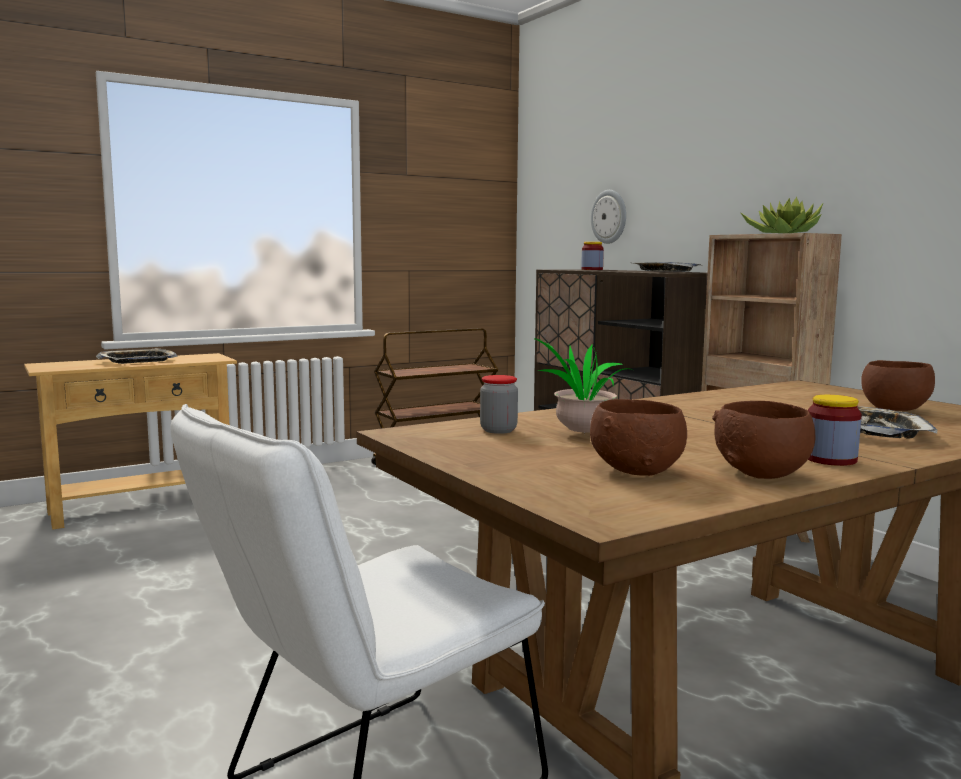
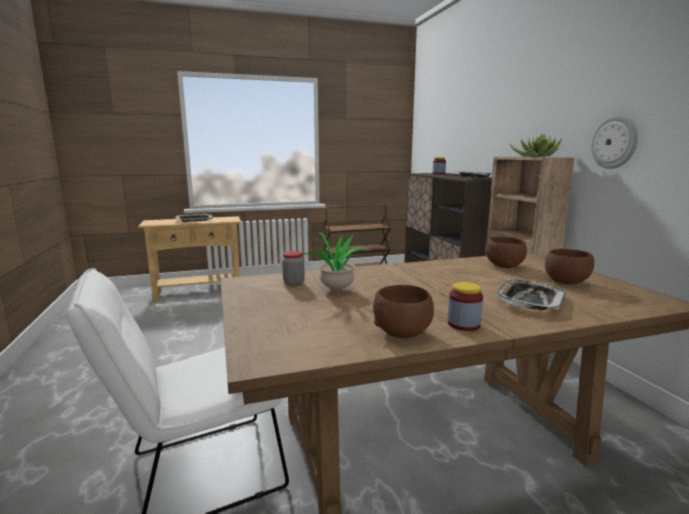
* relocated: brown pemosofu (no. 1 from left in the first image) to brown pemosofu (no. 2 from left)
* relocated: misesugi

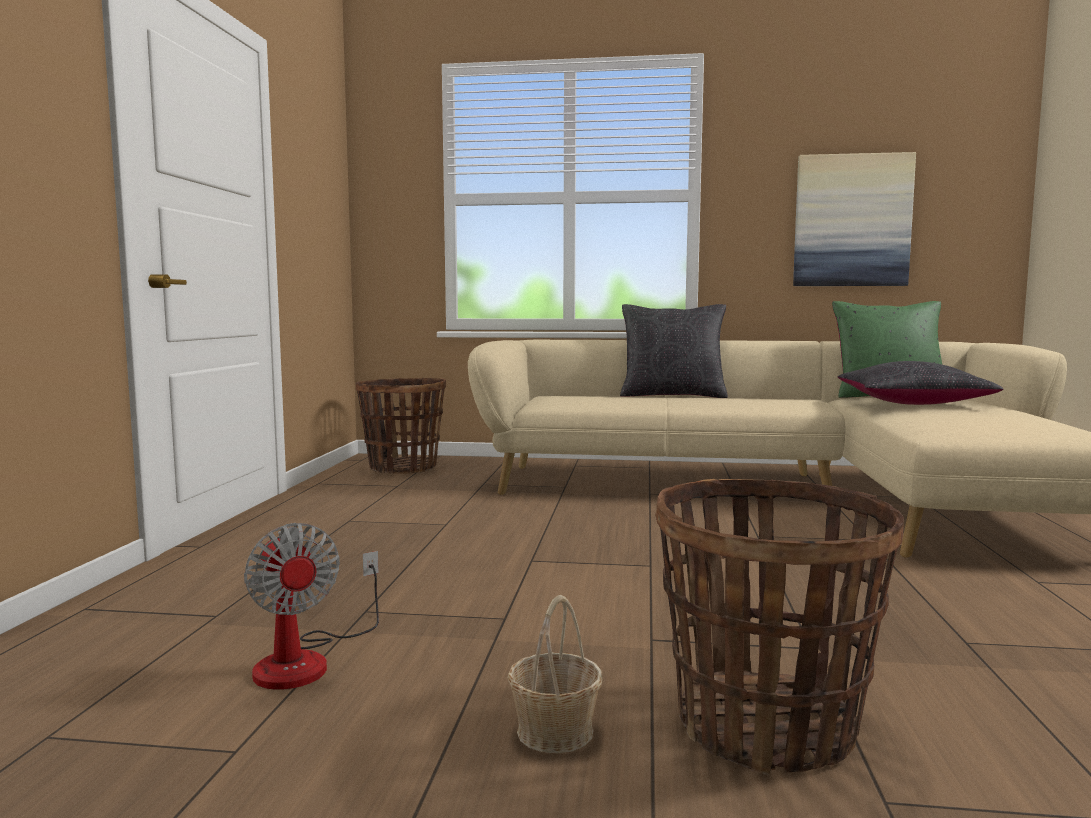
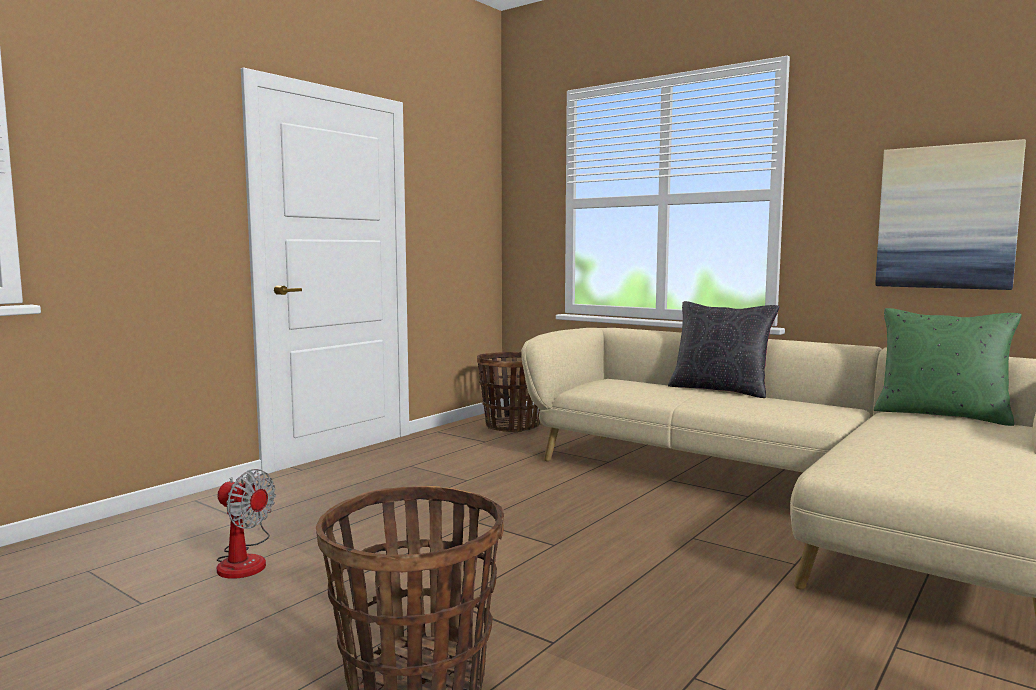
* spun: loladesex 60 degrees counterclockwise
* missing: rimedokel (no. 2 from left)
* missing: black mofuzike (no. 2 from left)

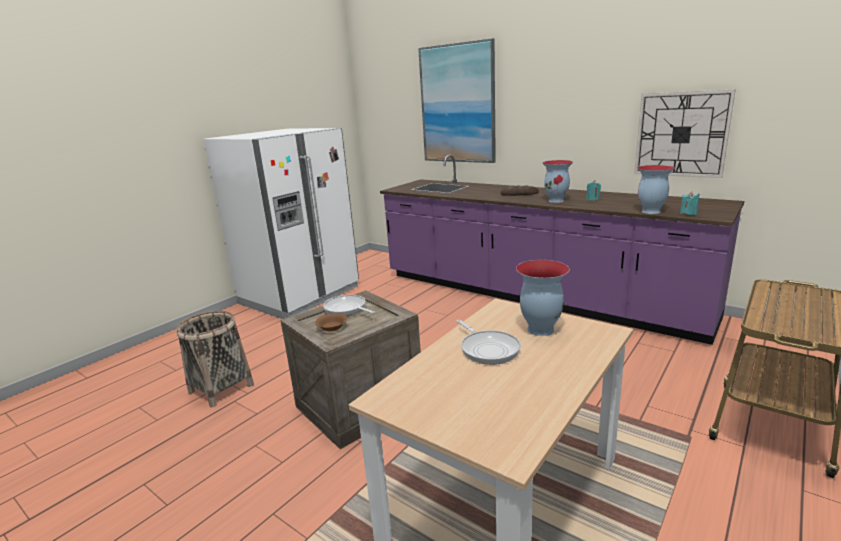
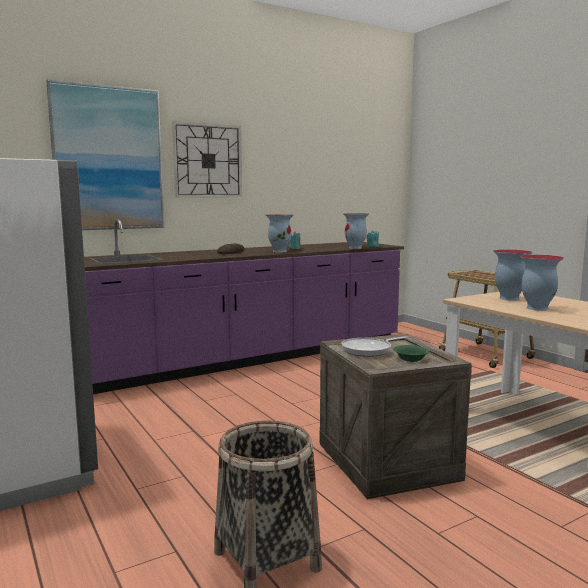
* relocated: misesugi
* colour: brown pemosofu to green pemosofu
* exchanged: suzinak (no. 2 from left) to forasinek (no. 4 from left)

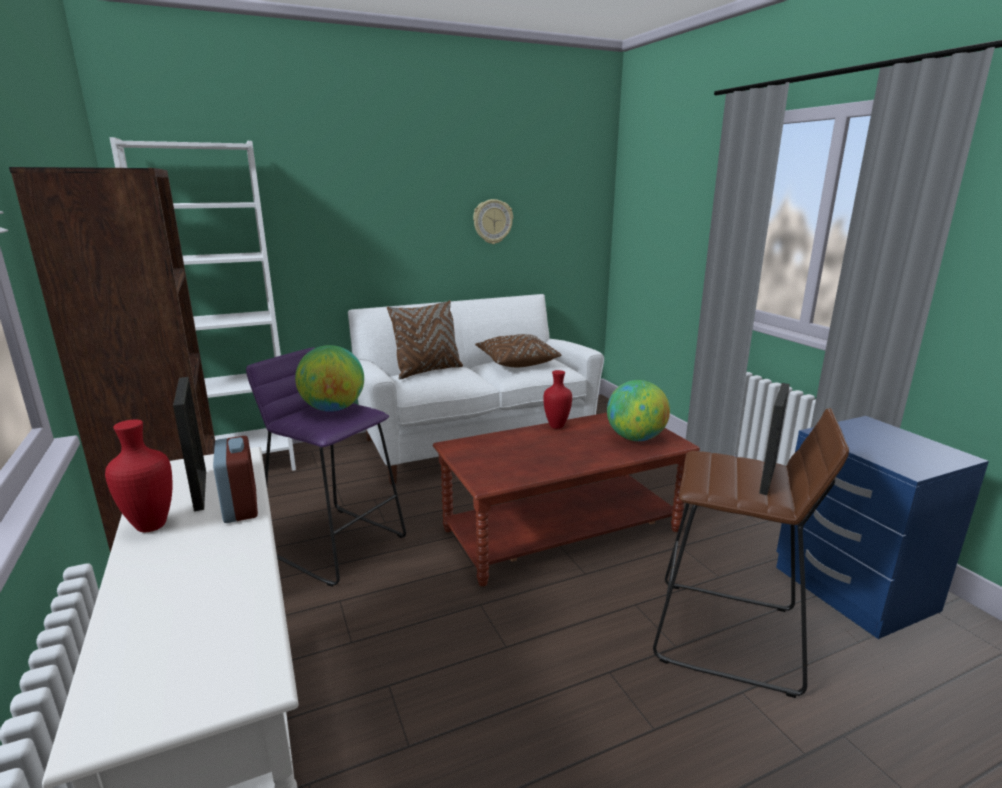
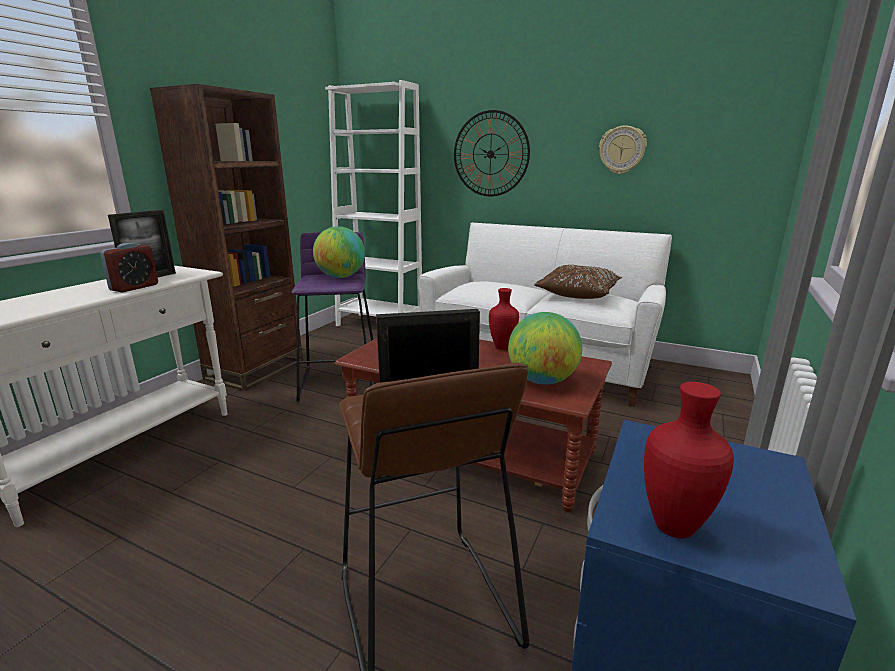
* appeared: misesugi (no. 1 from left)
* relocated: red forasinek (no. 1 from left in the first image) to red forasinek (no. 2 from left)
* missing: brown mofuzike (no. 1 from left)

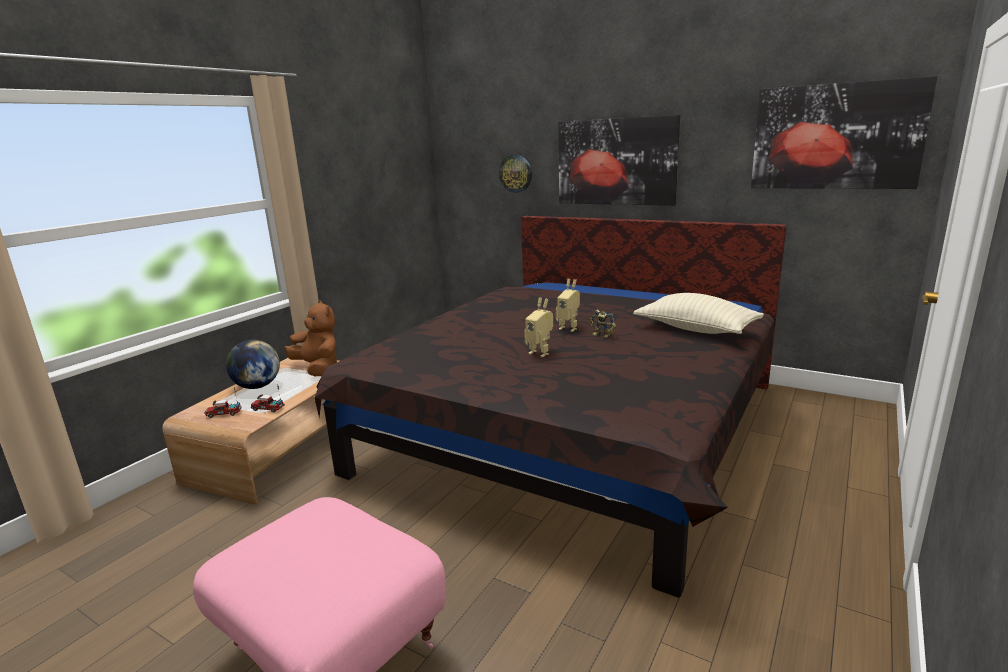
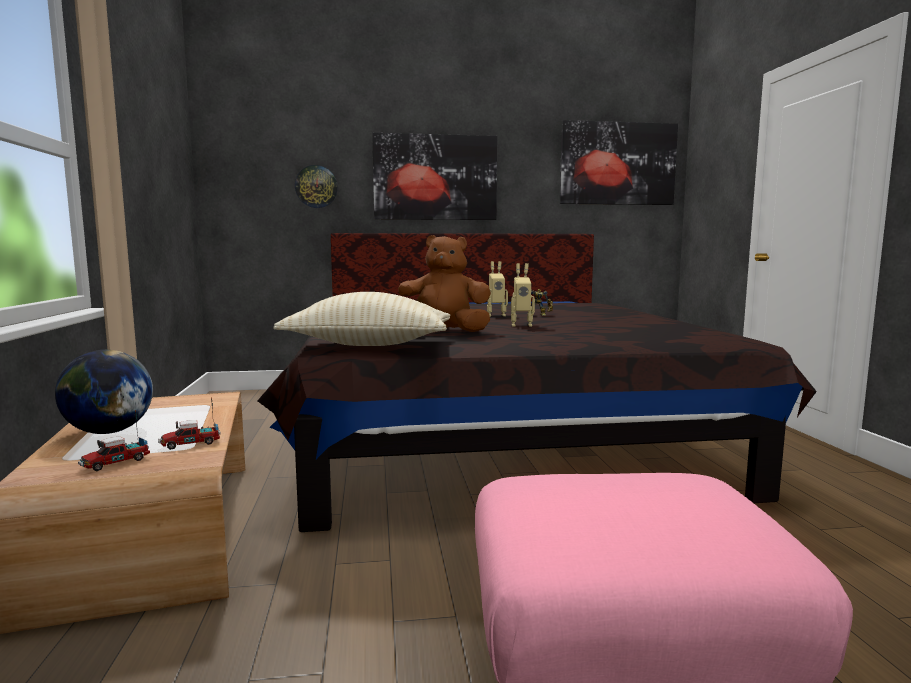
* relocated: beige mofuzike
* relocated: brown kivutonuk

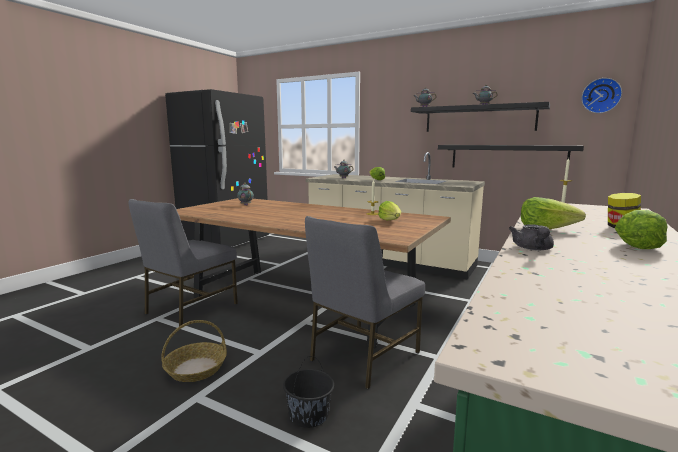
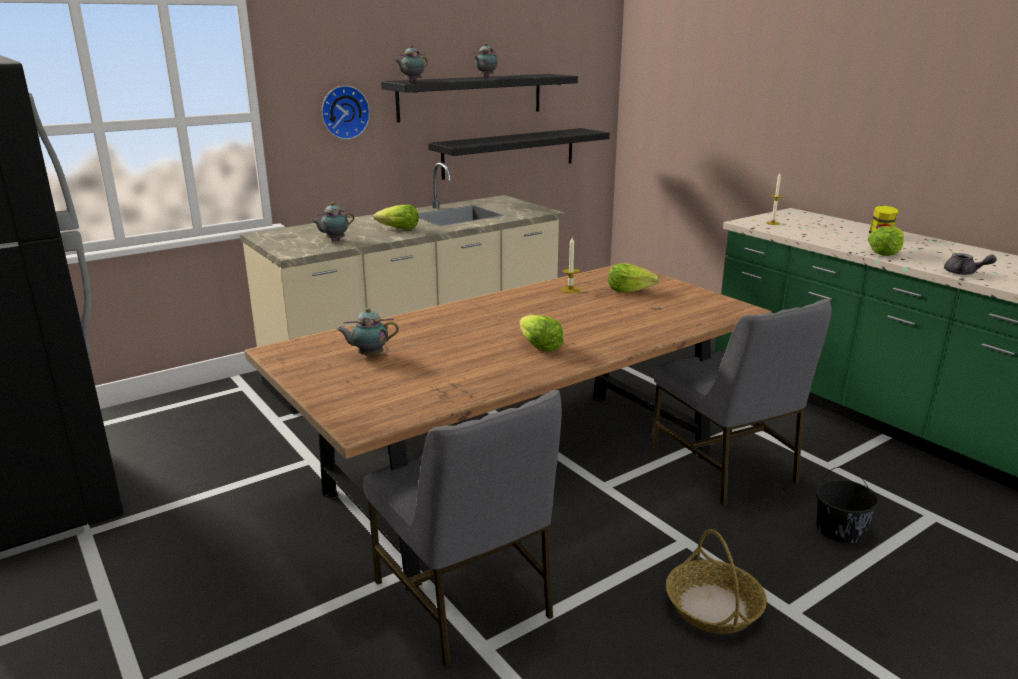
* relocated: misesugi
* relocated: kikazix (no. 4 from left in the first image) to kikazix (no. 2 from left)

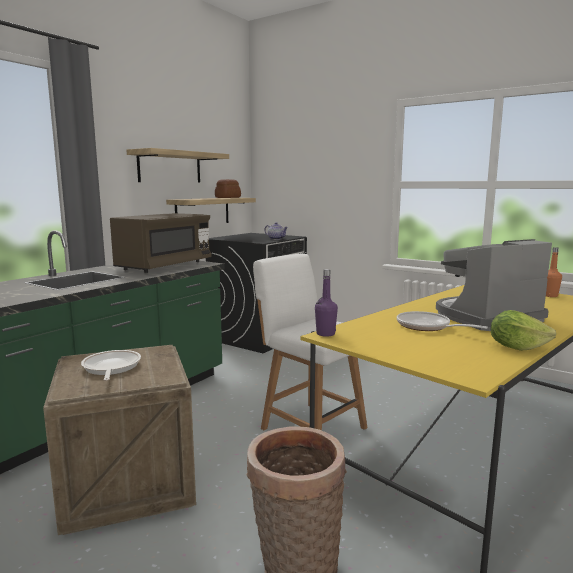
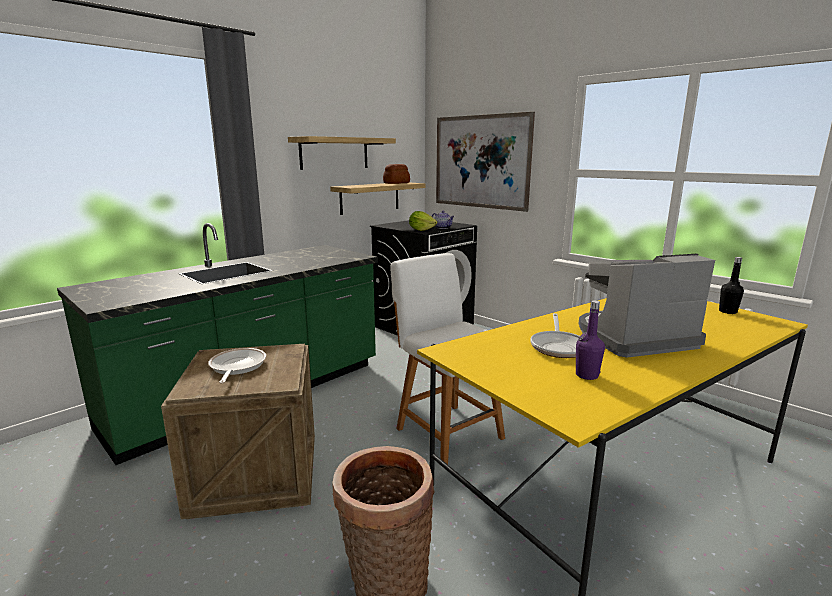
* relocated: kikazix
* appeared: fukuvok
* spun: suzinak (no. 2 from left) 135 degrees counterclockwise
* relocated: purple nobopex
* colour: orange nobopex to black nobopex
* missing: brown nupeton

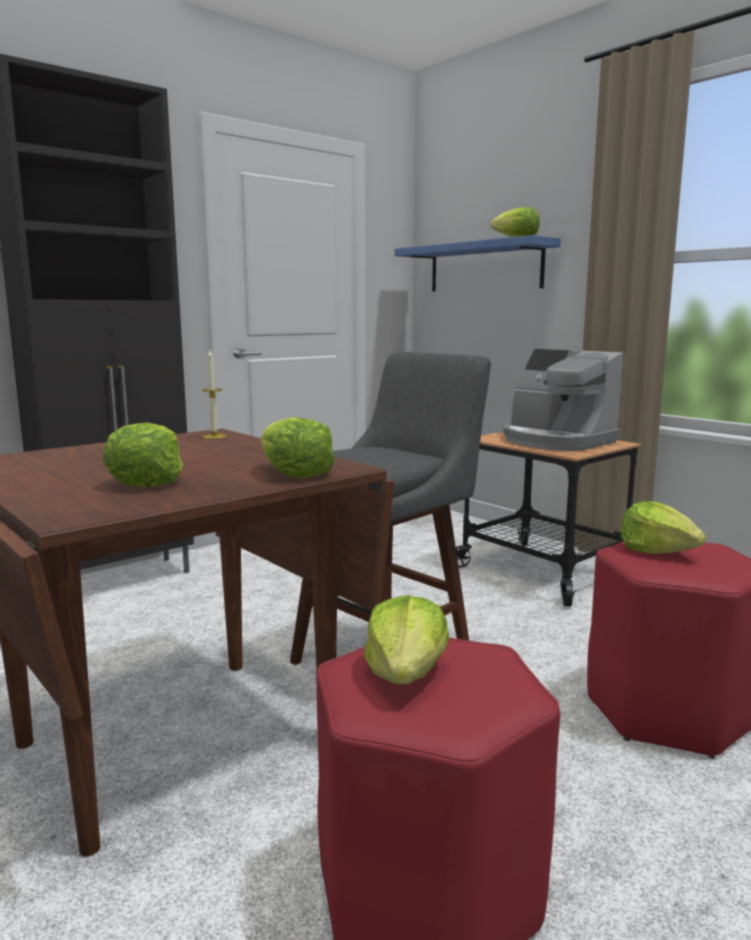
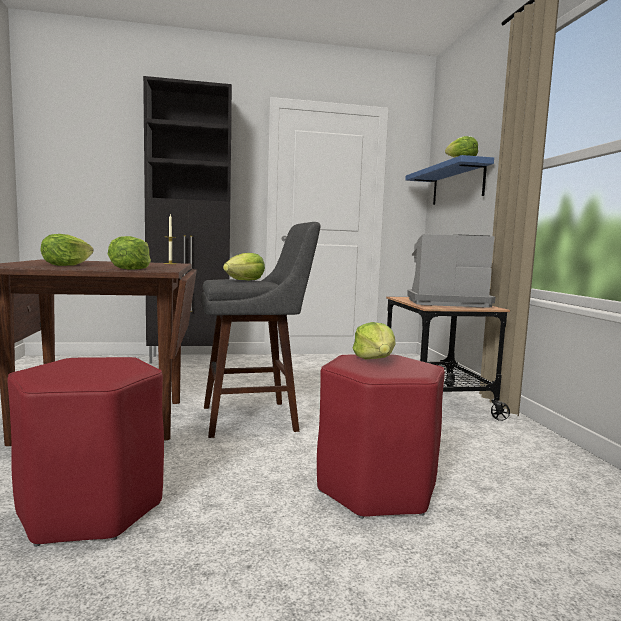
* relocated: kikazix (no. 3 from left)
* spun: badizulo 105 degrees clockwise

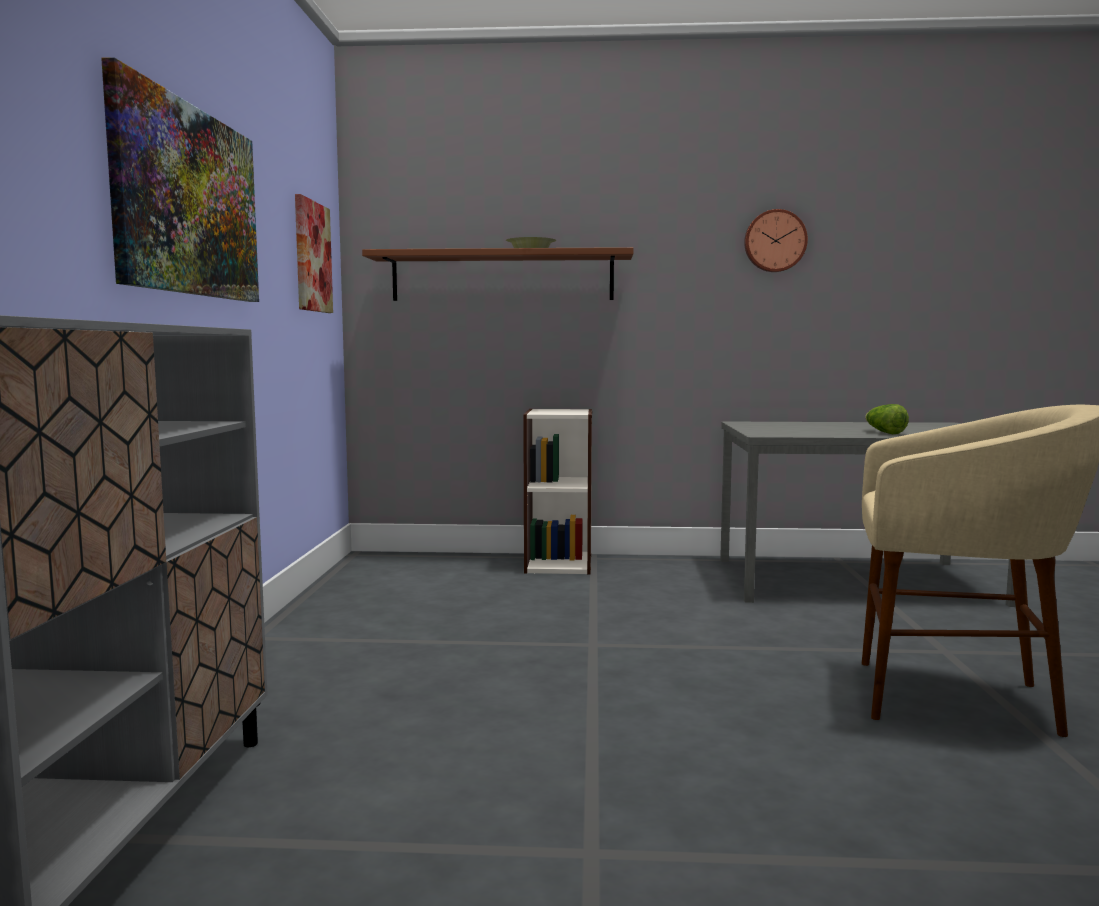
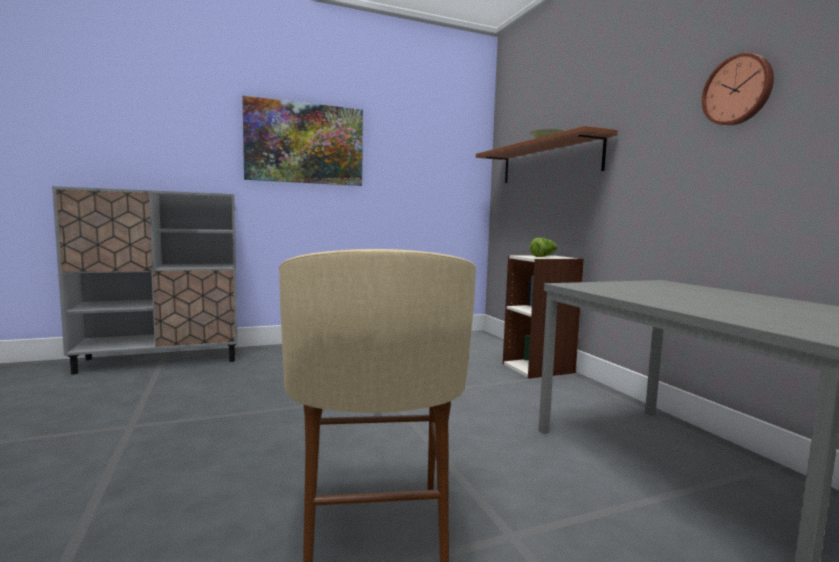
* relocated: kikazix
* missing: fukuvok (no. 2 from left)

